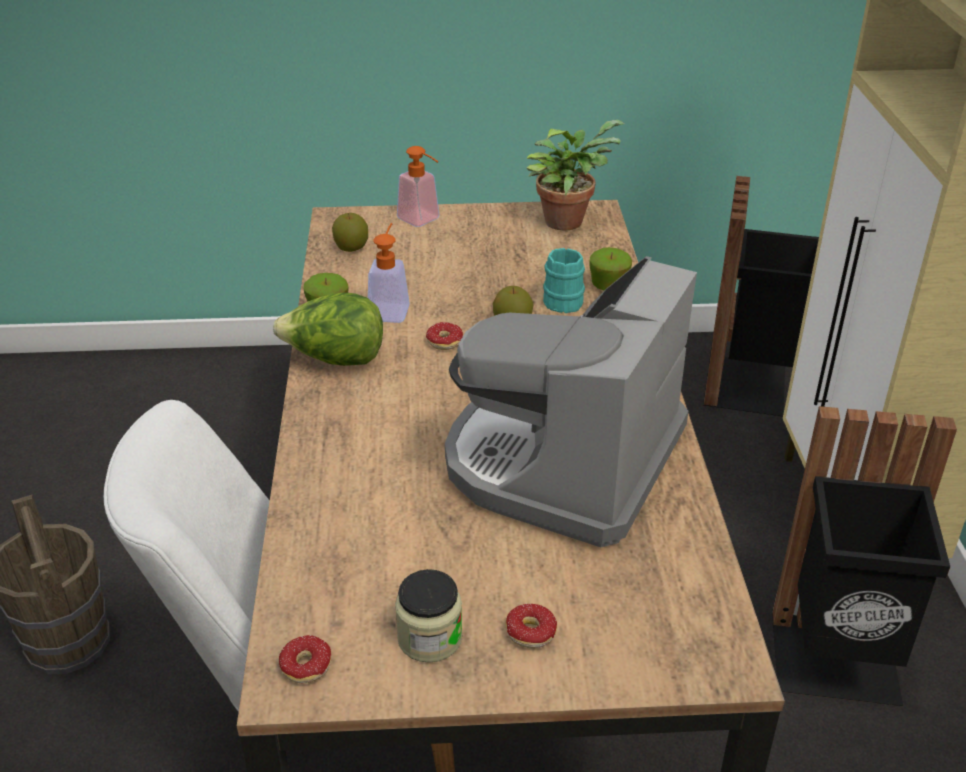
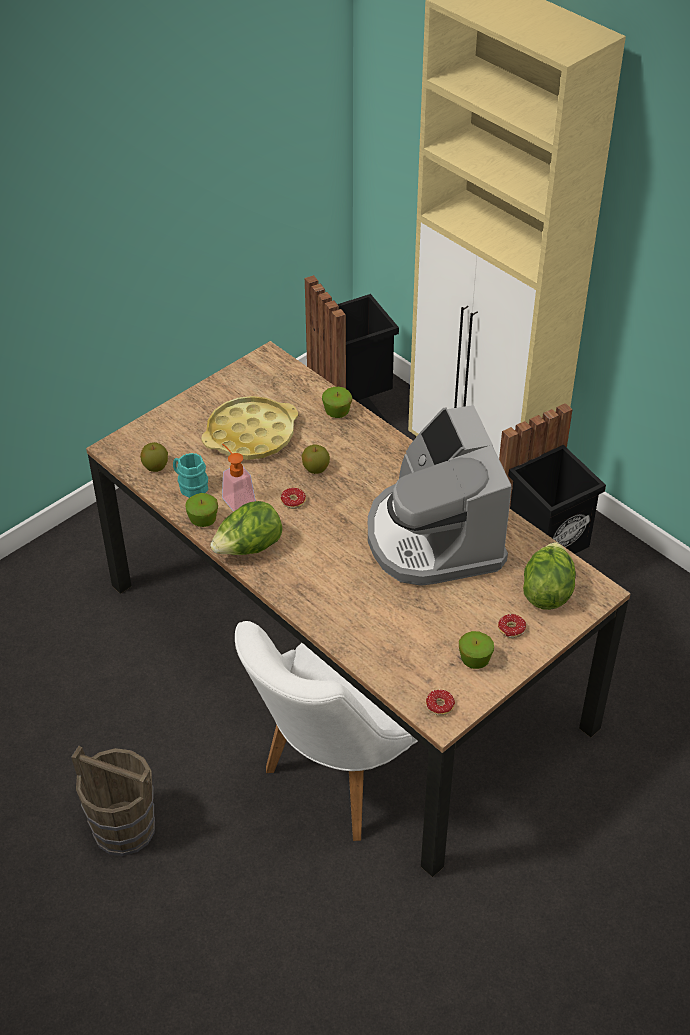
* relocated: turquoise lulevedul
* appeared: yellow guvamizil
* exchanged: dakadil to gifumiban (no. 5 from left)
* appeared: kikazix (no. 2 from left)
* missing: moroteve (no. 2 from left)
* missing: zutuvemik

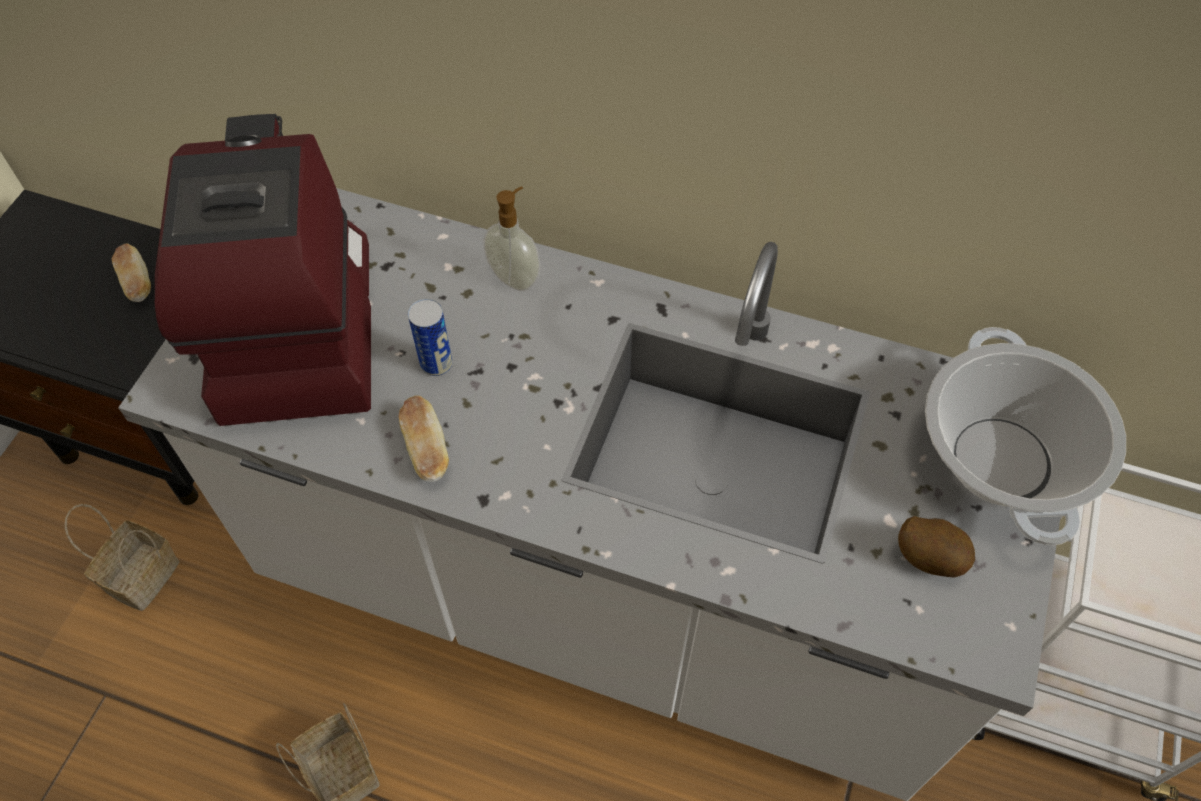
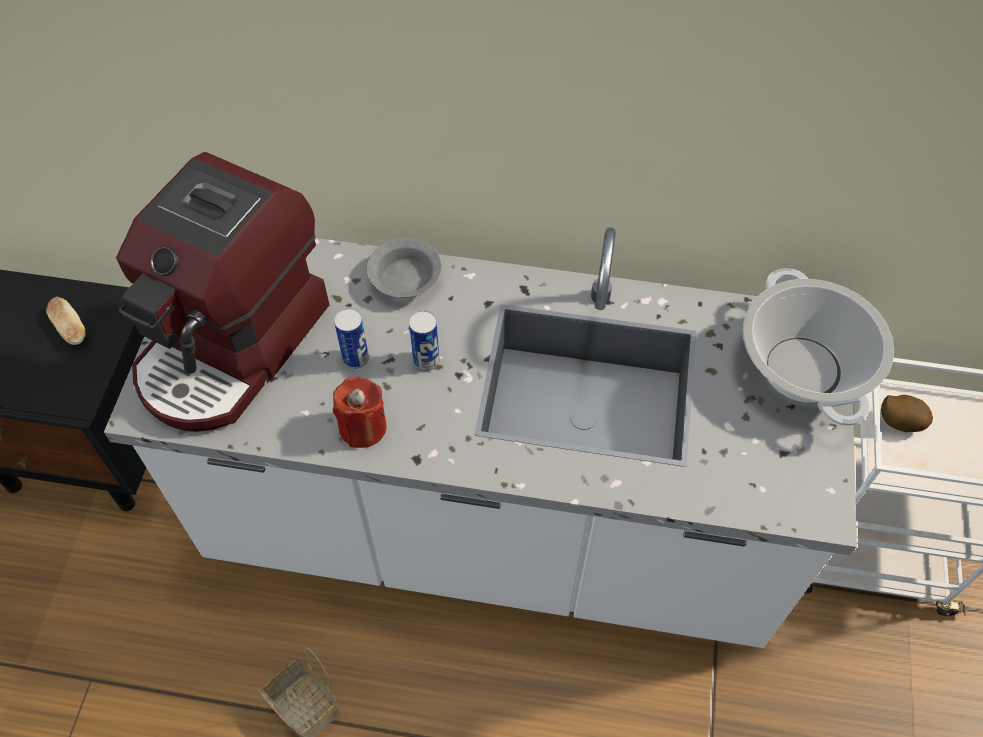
* spun: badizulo 135 degrees counterclockwise
* exchanged: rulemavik (no. 2 from left) to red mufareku
* exchanged: moroteve to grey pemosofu
* appeared: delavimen (no. 2 from left)
* relocated: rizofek
* missing: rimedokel (no. 1 from left)

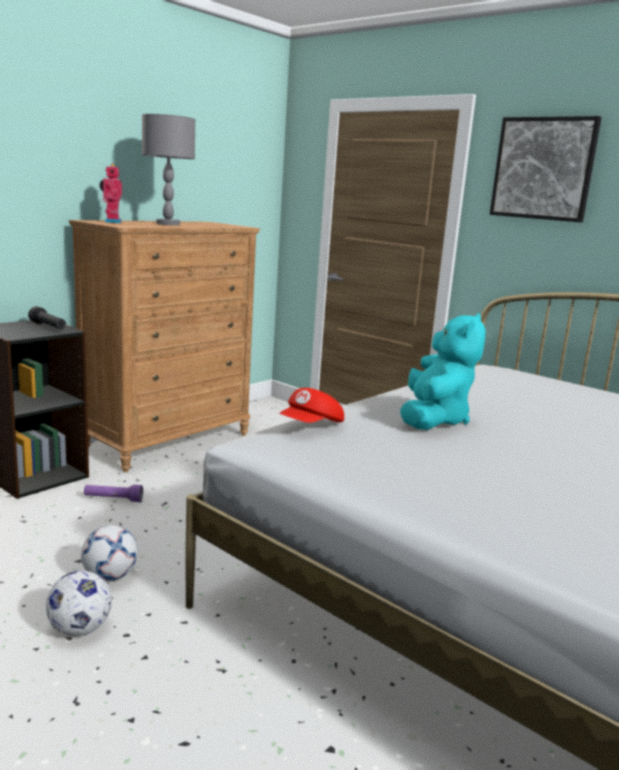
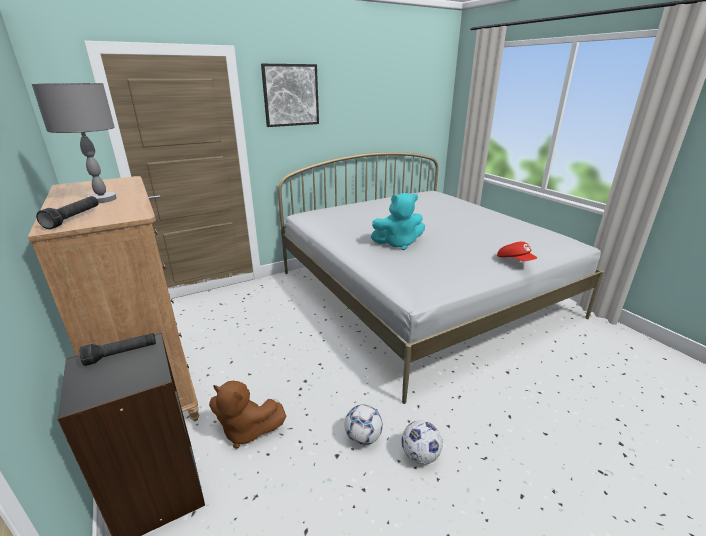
* exchanged: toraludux to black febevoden (no. 1 from left)
* exchanged: purple febevoden to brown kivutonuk
* spun: turquoise kivutonuk 135 degrees clockwise
* relocated: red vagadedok

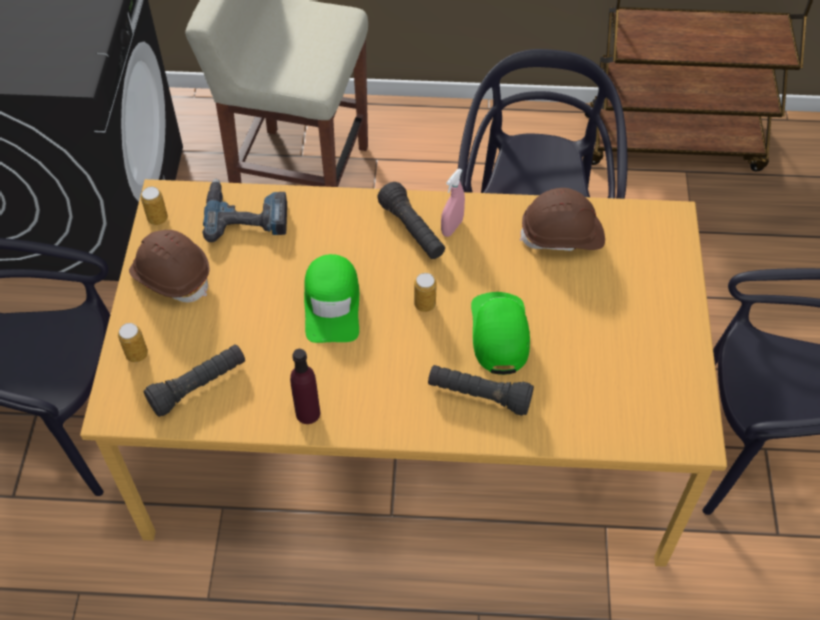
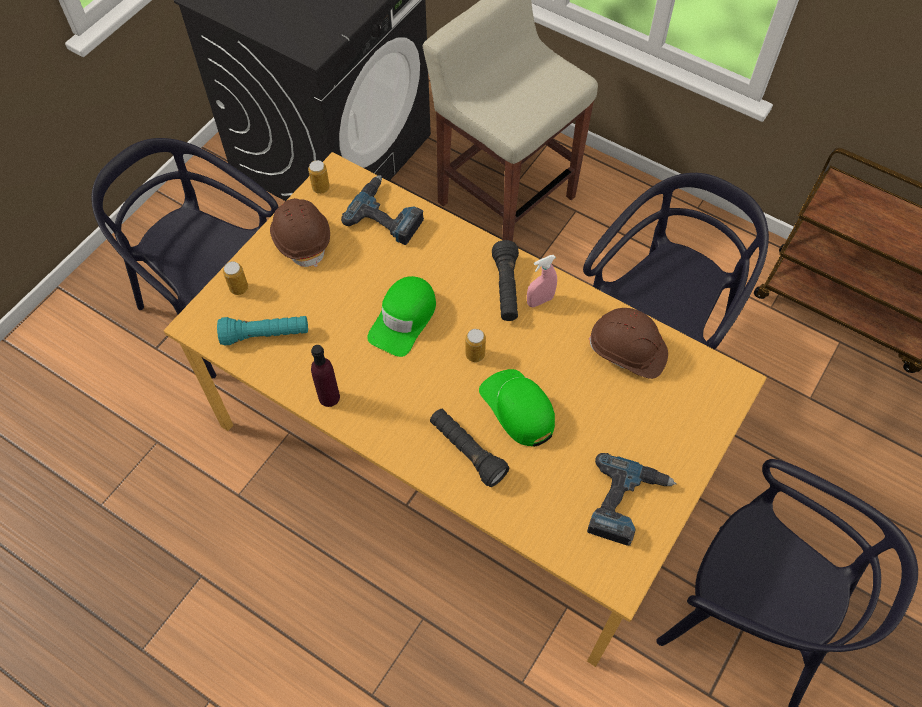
* colour: black febevoden (no. 1 from left) to turquoise febevoden
* spun: green vagadedok (no. 2 from left) 60 degrees counterclockwise
* appeared: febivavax (no. 2 from left)

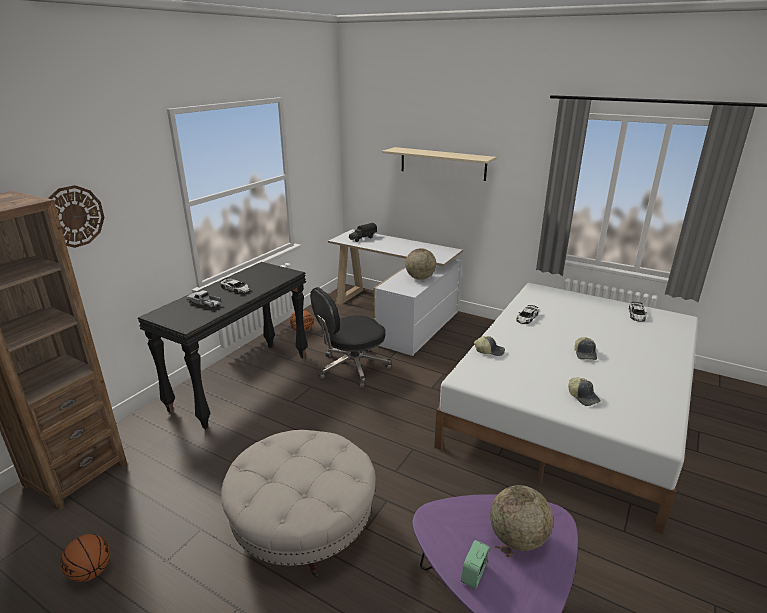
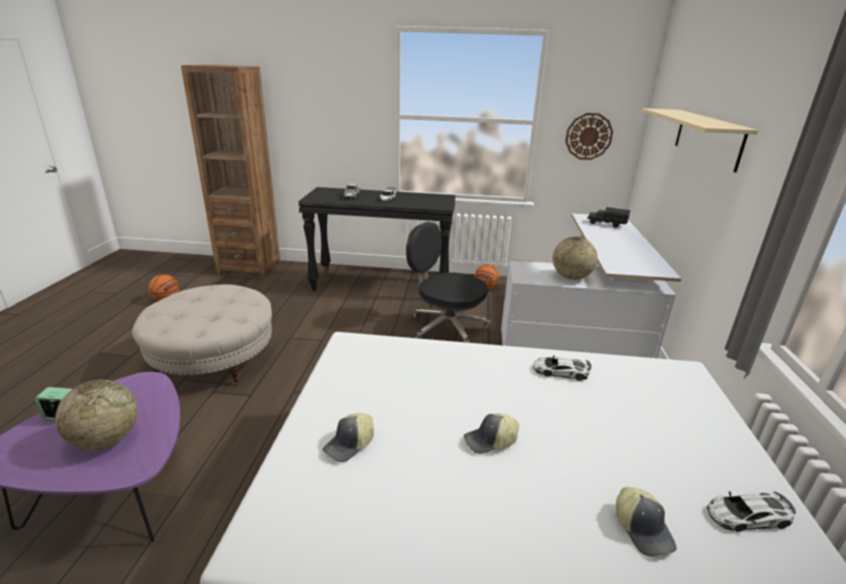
* relocated: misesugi
* relocated: vagadedok (no. 1 from left in the first image) to vagadedok (no. 3 from left)

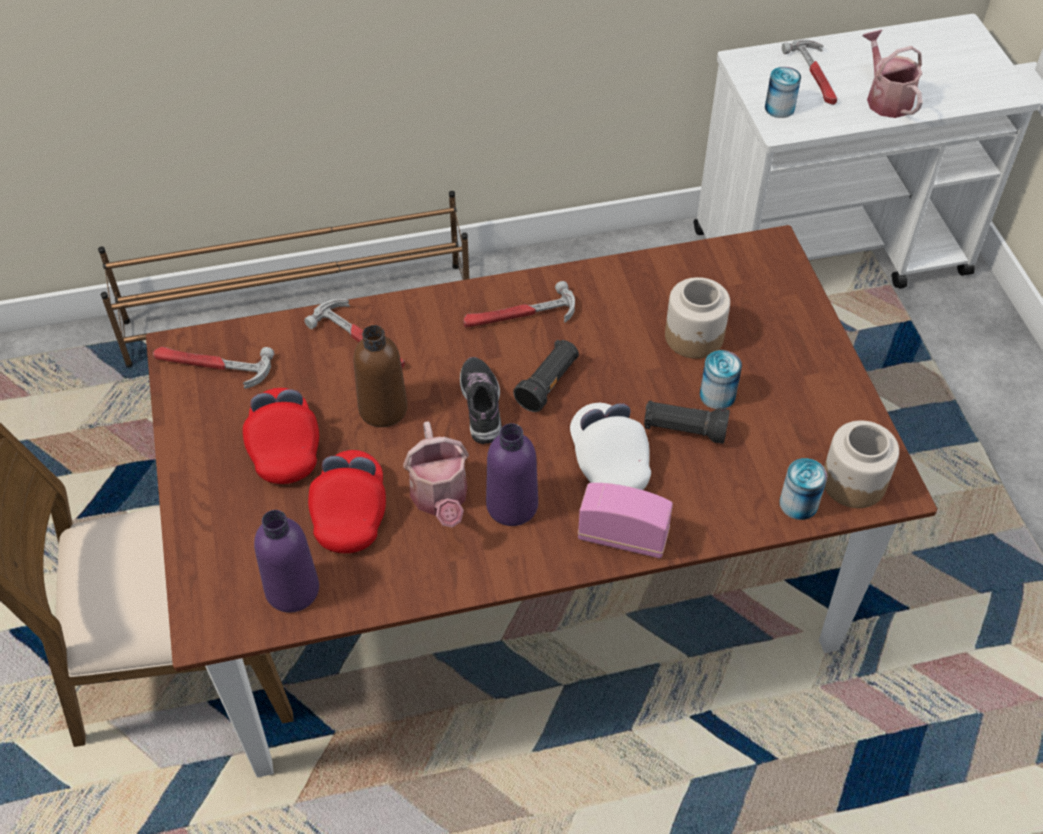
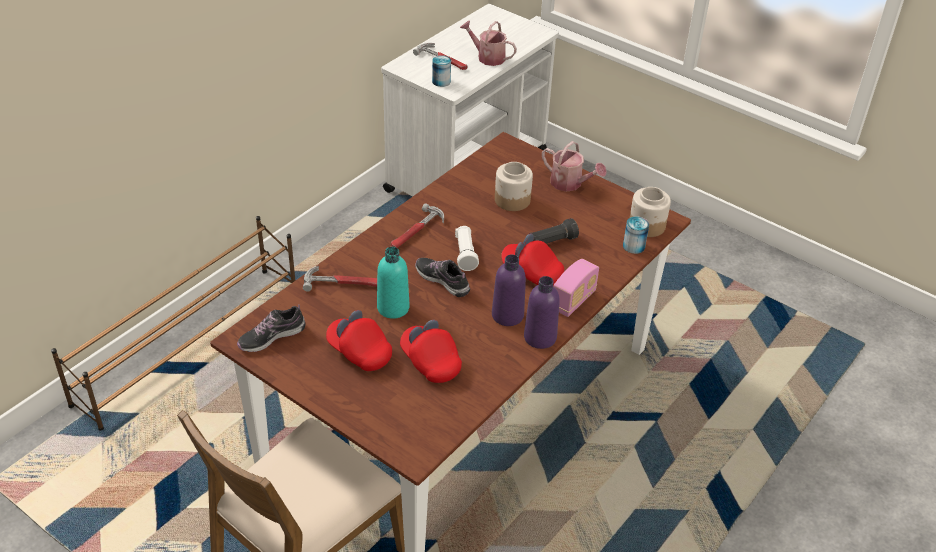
* exchanged: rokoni (no. 1 from left) to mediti (no. 1 from left)
* colour: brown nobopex to turquoise nobopex
* colour: black febevoden (no. 1 from left) to white febevoden
* colour: white vagadedok to red vagadedok (no. 3 from left)
* relocated: purple nobopex (no. 1 from left in the first image) to purple nobopex (no. 2 from left)
* relocated: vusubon (no. 1 from left in the first image) to vusubon (no. 2 from left)
* spun: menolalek 150 degrees clockwise
* missing: delavimen (no. 1 from left)

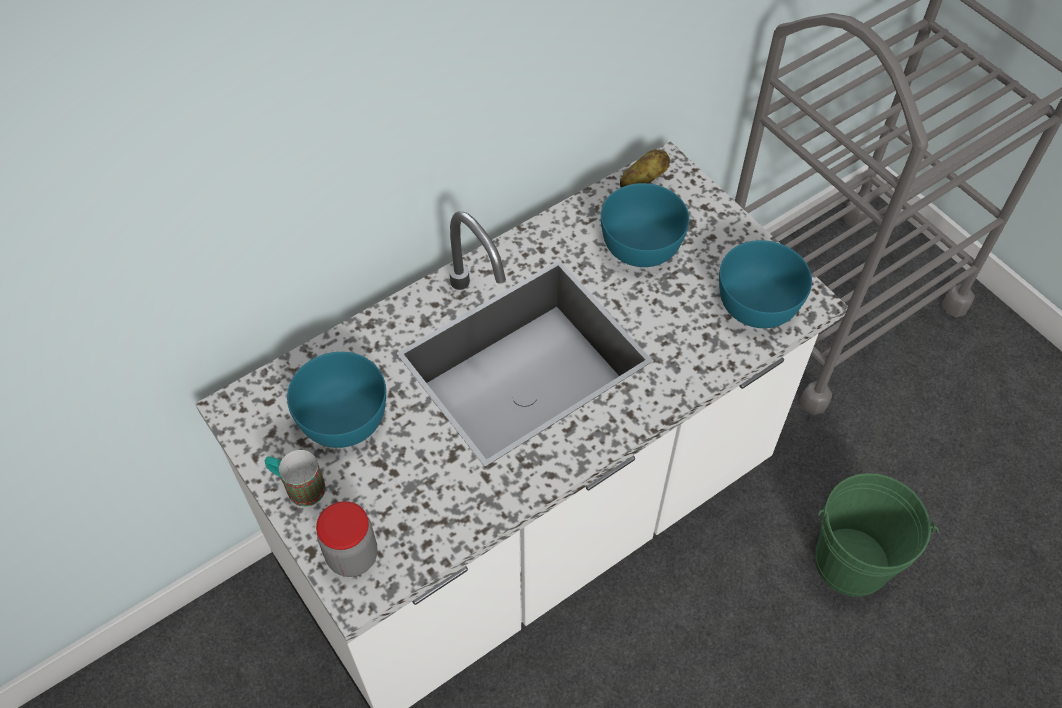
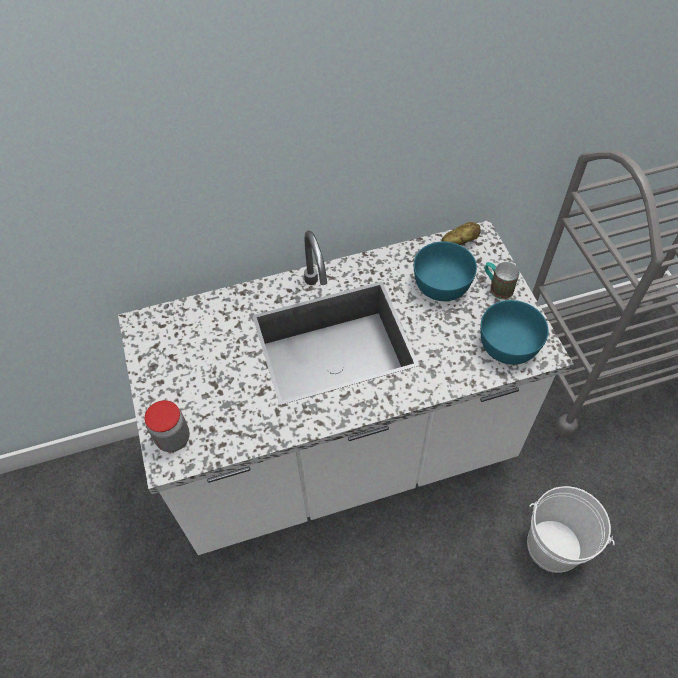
* relocated: lulevedul
* colour: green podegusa to white podegusa
* missing: turquoise pemosofu (no. 1 from left)

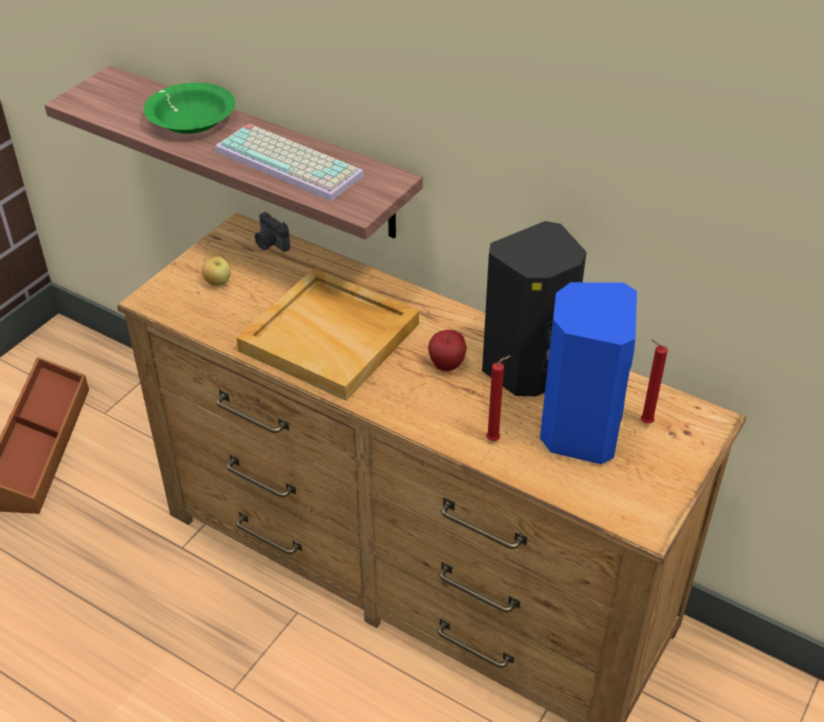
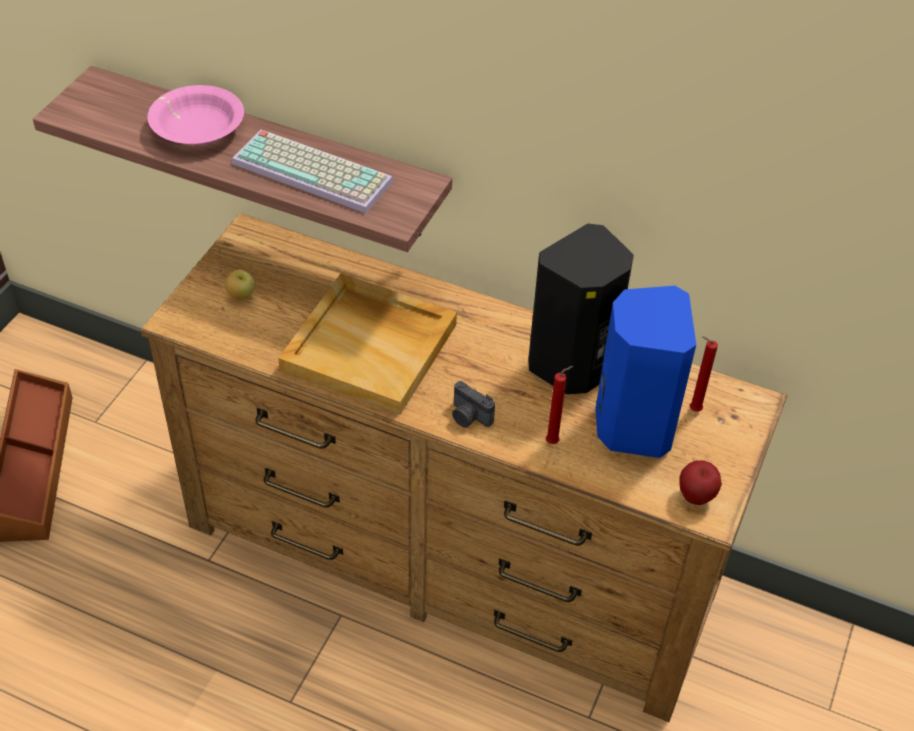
* colour: green pemosofu to pink pemosofu
* relocated: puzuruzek
* relocated: gifumiban (no. 2 from left)

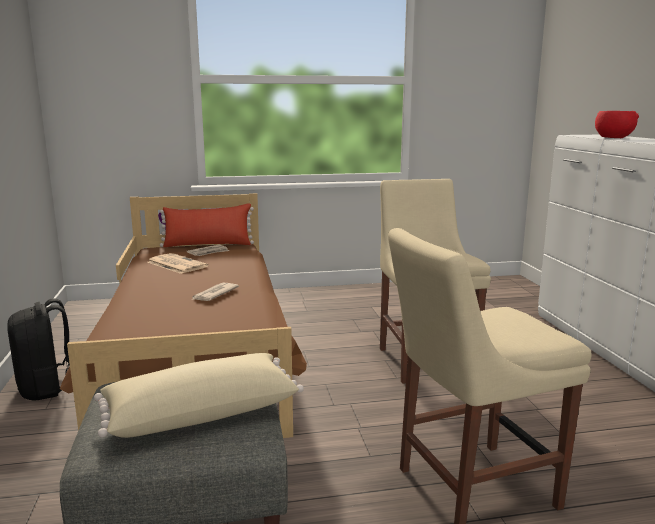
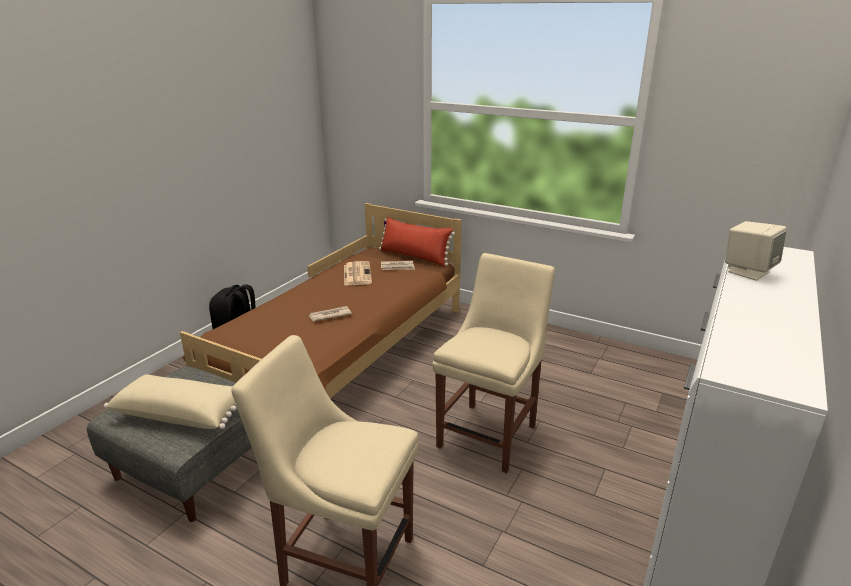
* exchanged: red pemosofu to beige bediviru

